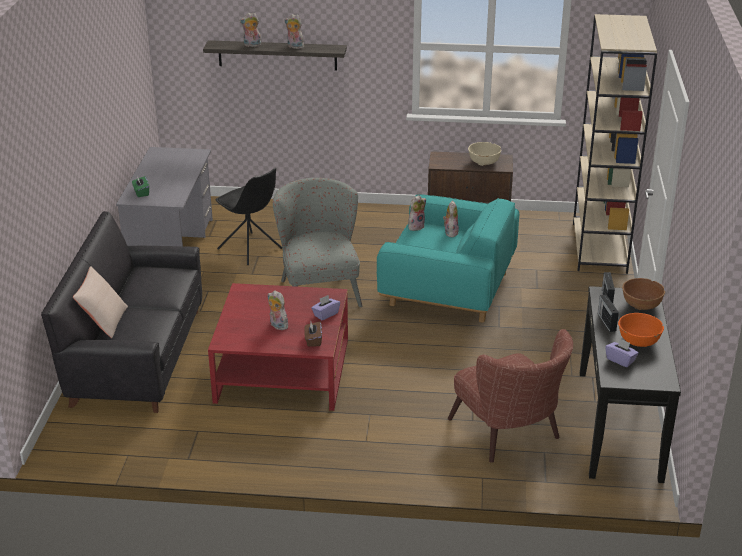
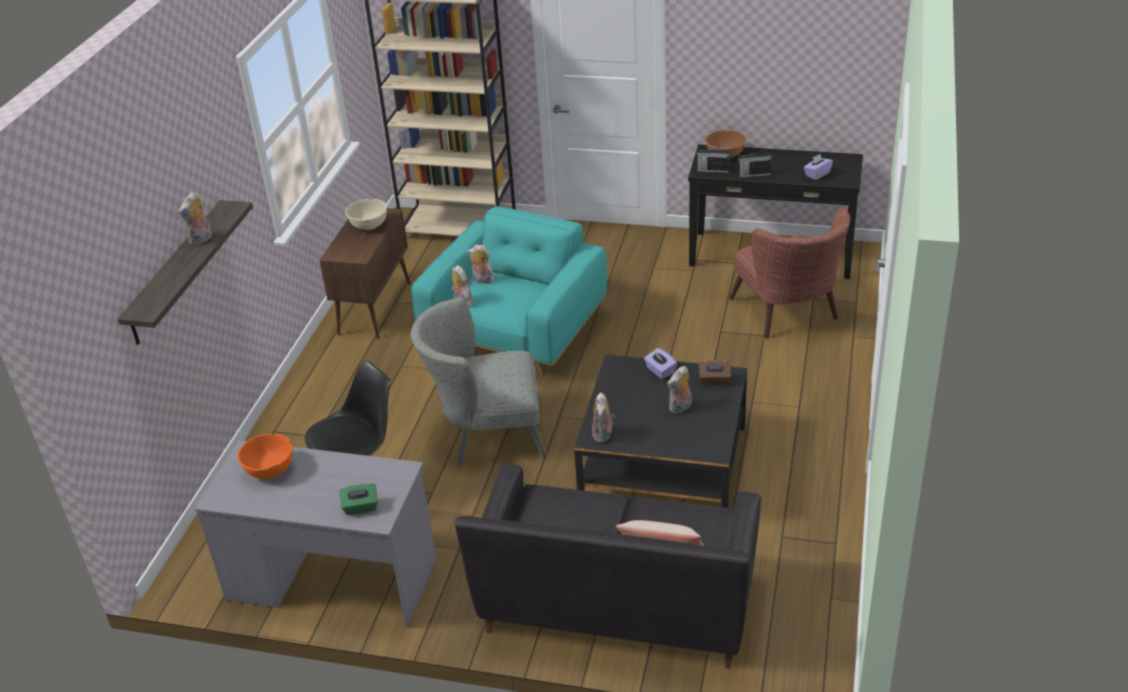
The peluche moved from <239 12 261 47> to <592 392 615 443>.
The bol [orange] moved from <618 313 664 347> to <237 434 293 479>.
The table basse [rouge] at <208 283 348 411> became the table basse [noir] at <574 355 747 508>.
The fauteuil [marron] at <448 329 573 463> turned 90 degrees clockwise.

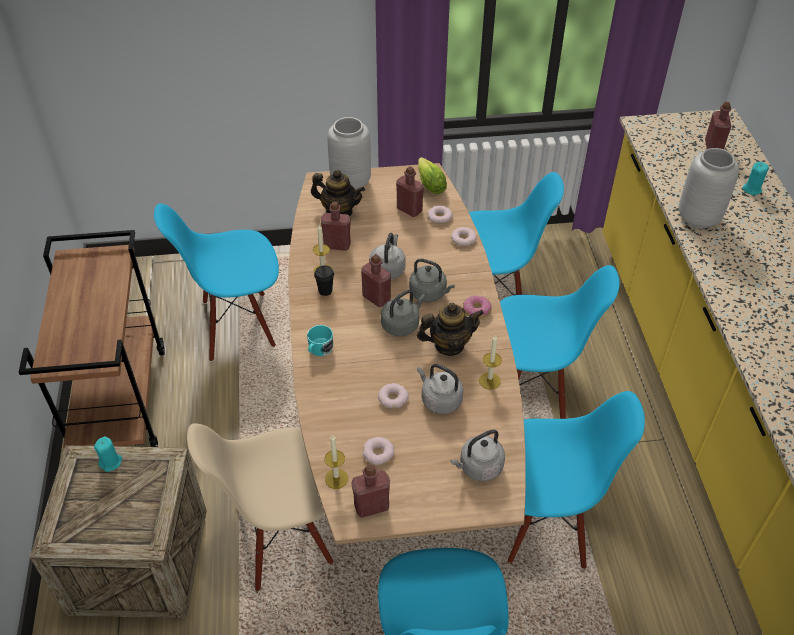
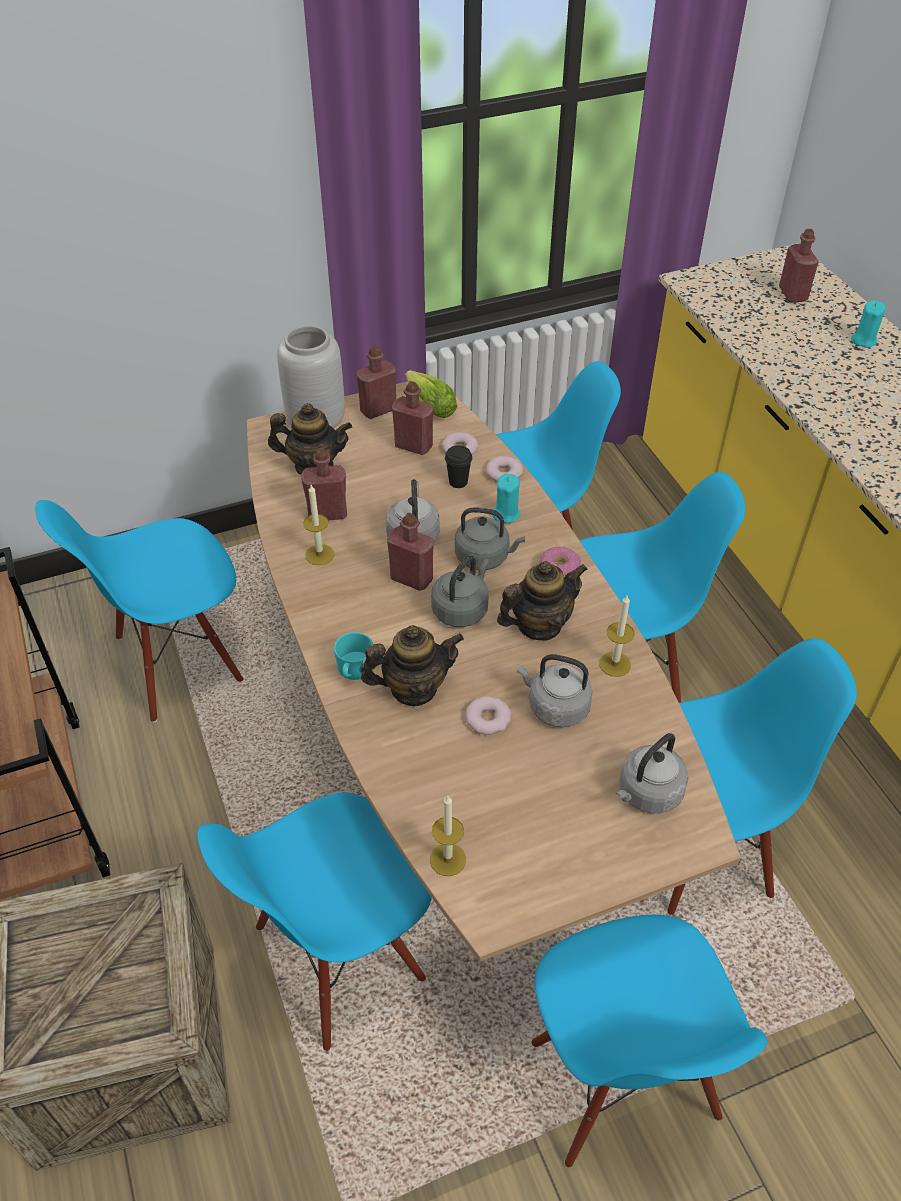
The beignet at <363 437 394 465> disappeared.
The vase [gris] at <679 148 739 228> disappeared.
The théière at <361 625 464 706> appeared.
The bougie [turquoise] moved from <94 437 122 472> to <492 474 521 524>.
The tasse [noir] moved from <314 266 334 296> to <445 445 472 488>.
The bouteille [rouge] moved from <351 465 390 518> to <356 346 396 419>.
The chaise [beige] at <187 423 333 591> became the chaise [bleu] at <197 793 432 1051>.

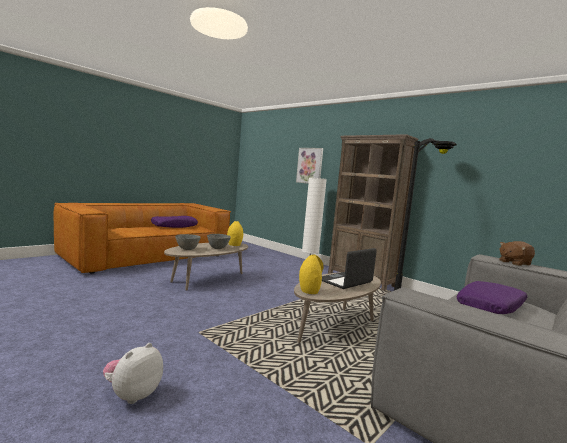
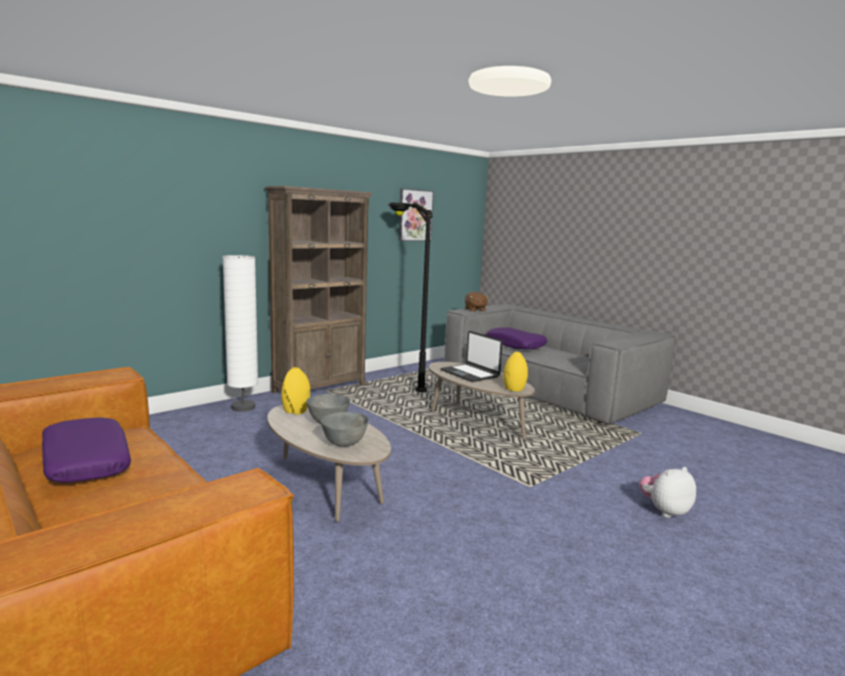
The tableau moved from <296 148 323 184> to <399 188 434 241>.
The peluche at <103 343 163 404> turned 120 degrees clockwise.

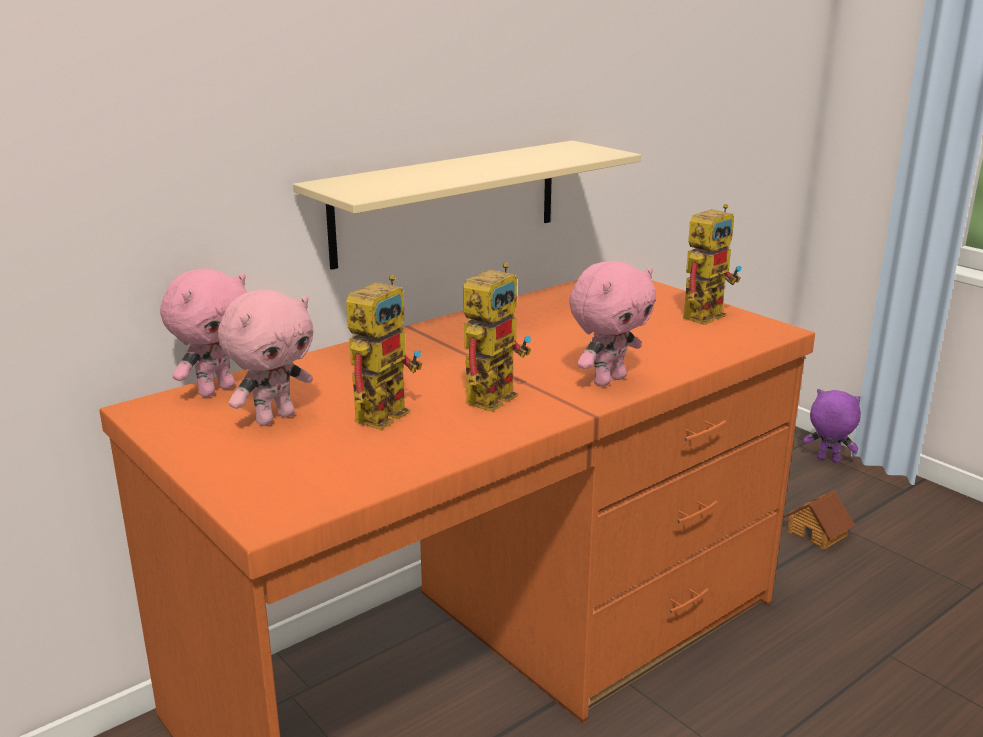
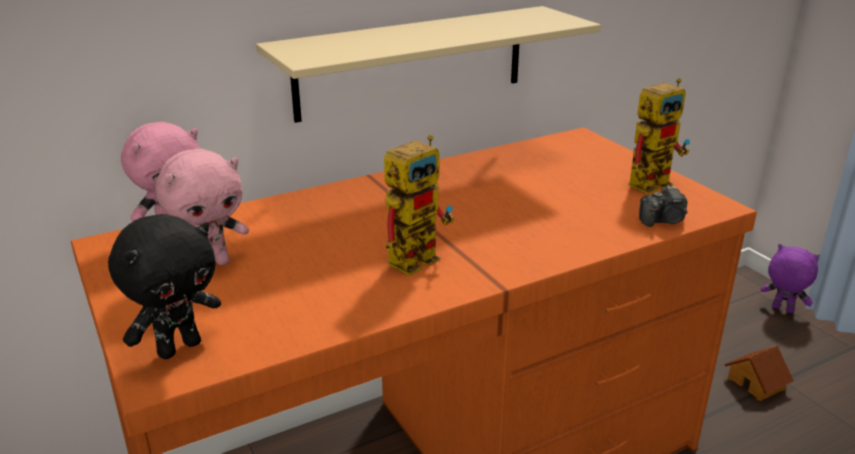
The robot jouet at <346 275 422 430> disappeared.
The peluche [rose] at <569 261 656 387> disappeared.
The peluche [noir] at <108 214 221 359> appeared.
The appareil photo at <639 186 688 227> appeared.

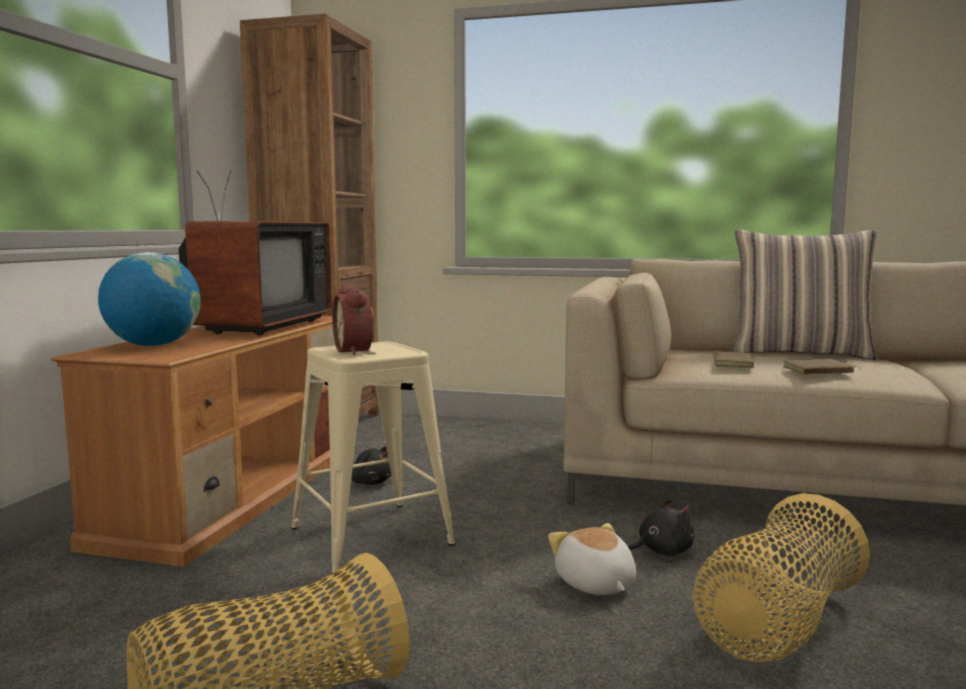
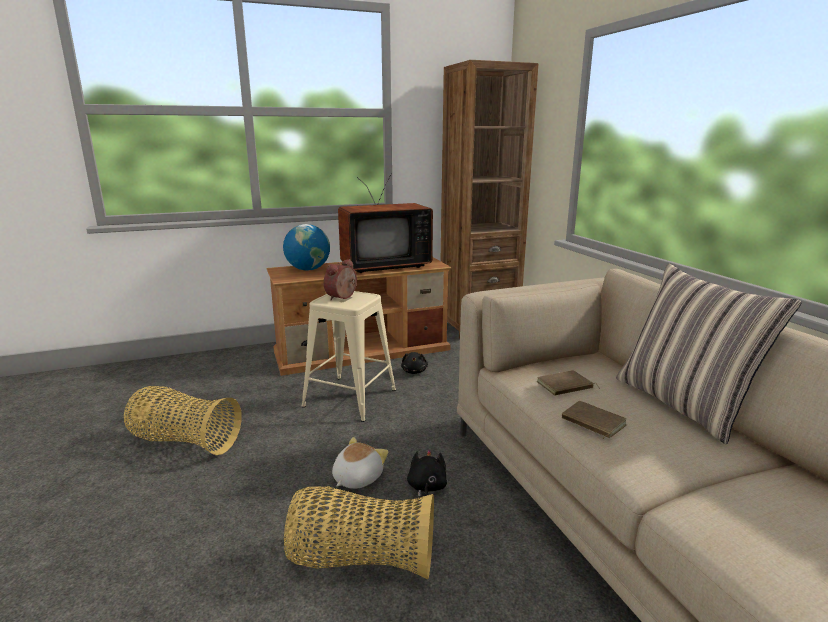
The peluche [noir] at <628 499 694 556> turned 120 degrees counterclockwise.

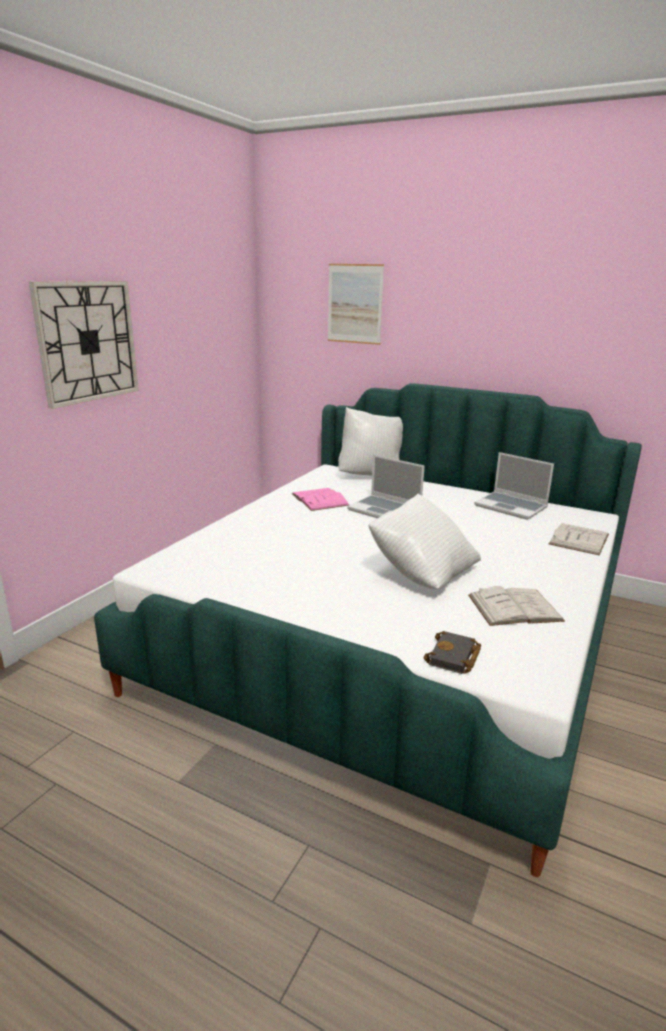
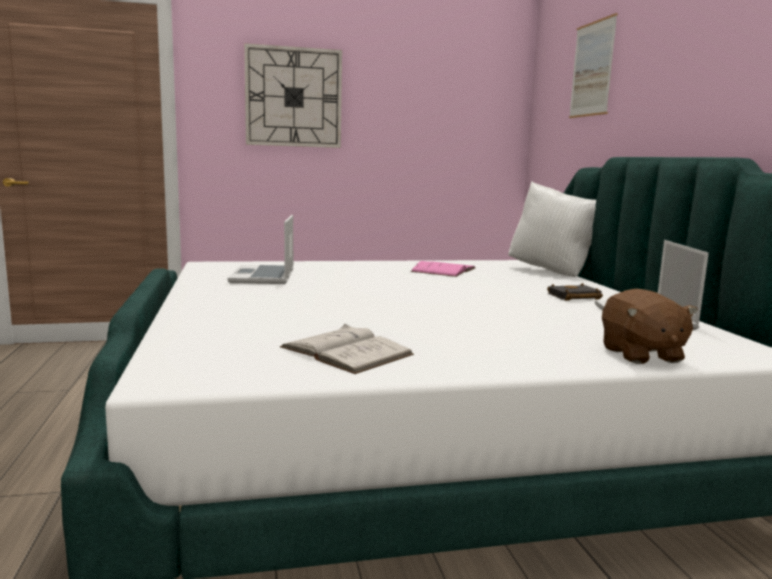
The coussin [blanc] at <368 494 481 589> disappeared.
The ordinateur portable moved from <347 454 425 518> to <227 215 294 284>.
The livre [noir] moved from <423 631 481 674> to <547 283 603 301>.
The livre [blanc] at <549 523 609 556> was replaced by the peluche [marron] at <602 288 698 364>.

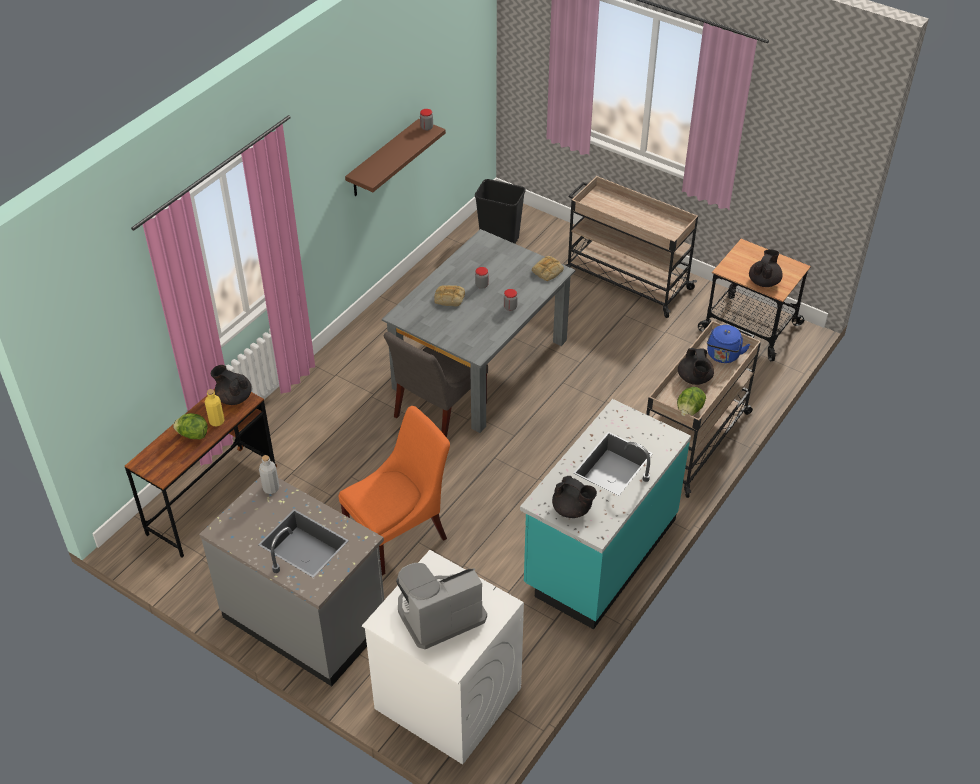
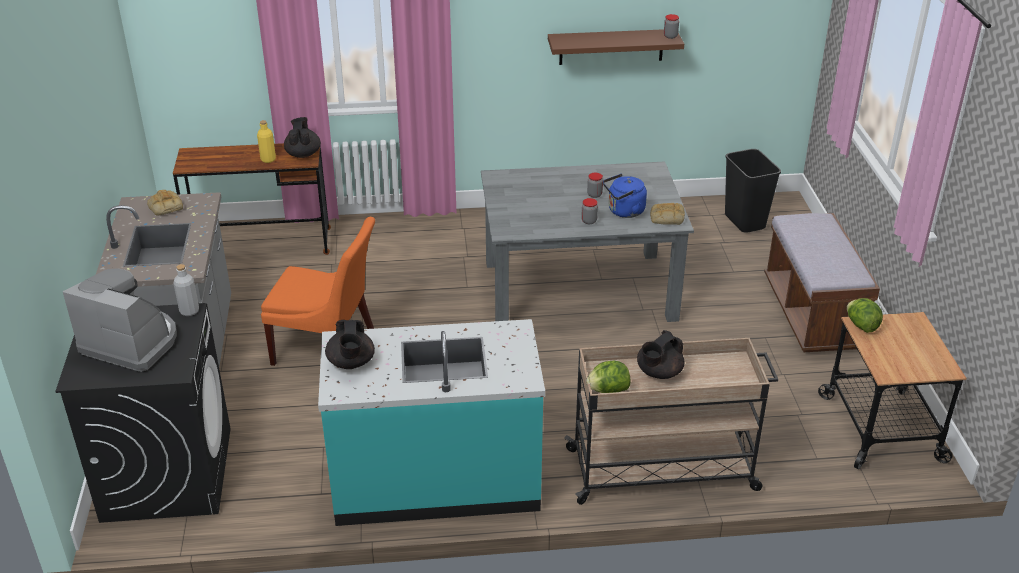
The chaise [gris] at <383 332 488 438> disappeared.
The théière [noir] at <749 249 783 287> disappeared.
The laitue moved from <173 413 208 439> to <847 298 883 333>.
The bouteille [gris] moved from <259 455 279 494> to <173 264 199 316>.
The pain moved from <434 285 465 307> to <147 190 183 216>.
The bouilloire [bleu] moved from <707 325 750 363> to <603 174 647 218>.
The chariot [beige] at <564 176 698 318> was replaced by the banc [marron] at <764 213 880 352>.
The lave-linge [blanc] at <362 550 524 764> became the lave-linge [noir] at <55 303 231 523>.

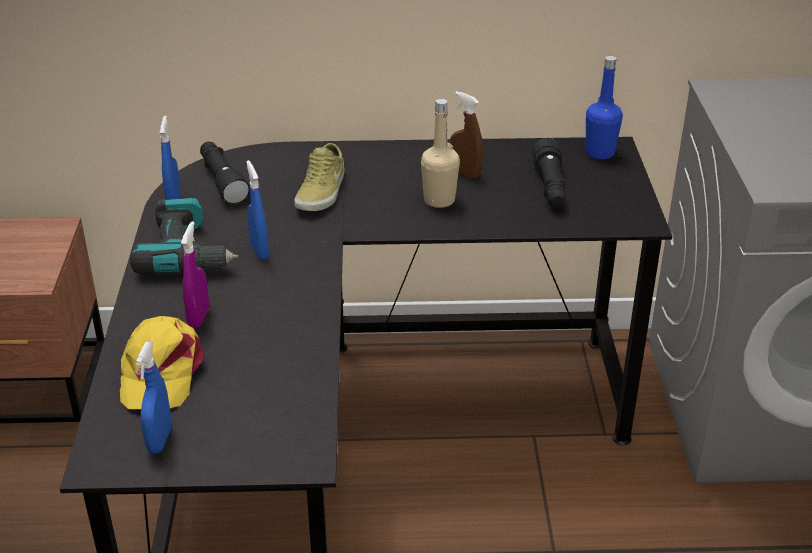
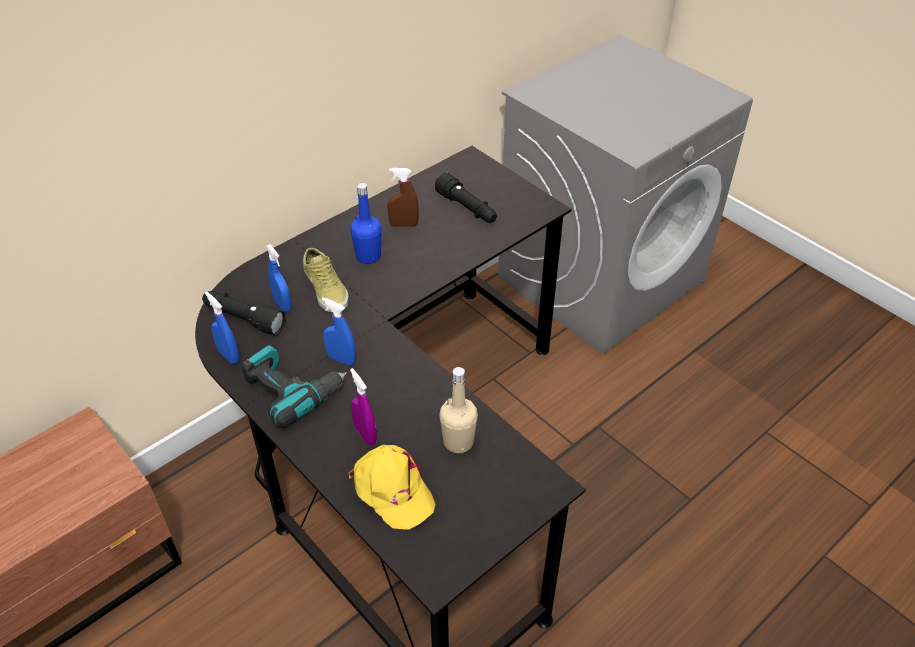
The vaporisateur [bleu] moved from <136 342 172 454> to <266 244 292 312>.
The bouteille [beige] moved from <421 99 460 208> to <439 367 478 453>.
The bouteille [bleu] moved from <586 56 623 160> to <350 183 382 264>.

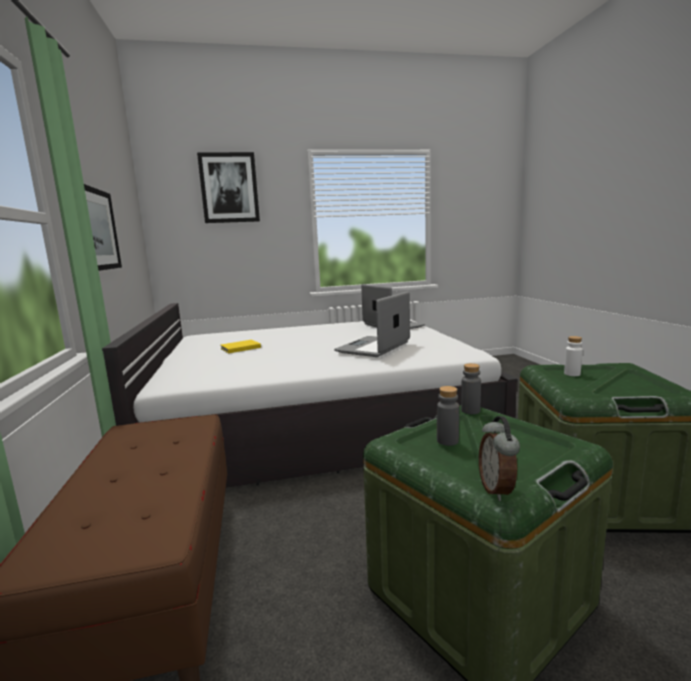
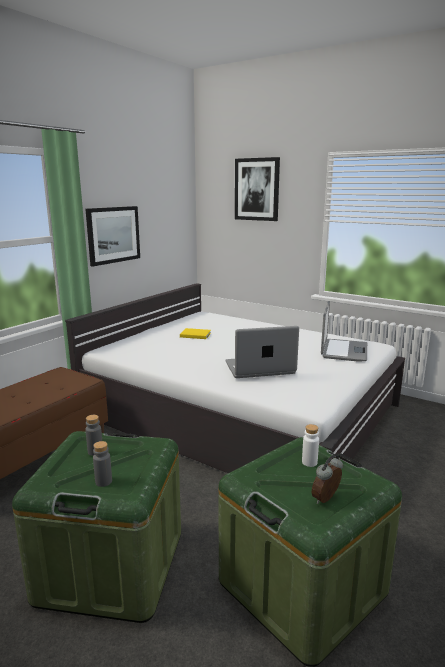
The bouteille [gris] moved from <461 363 481 414> to <93 441 112 487>.
The réveil moved from <479 416 520 501> to <312 455 343 504>.

